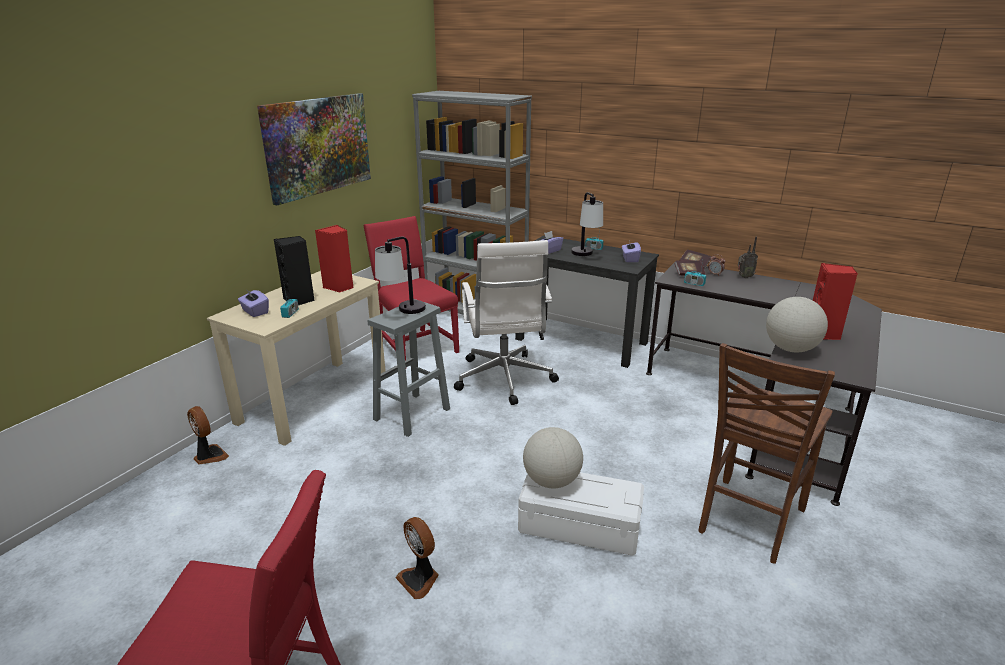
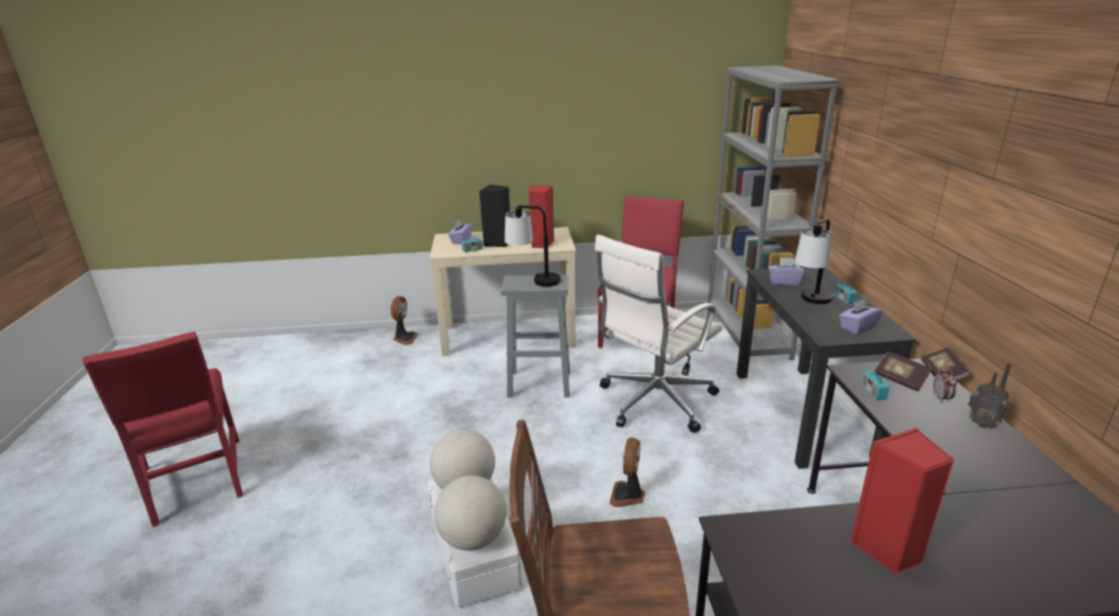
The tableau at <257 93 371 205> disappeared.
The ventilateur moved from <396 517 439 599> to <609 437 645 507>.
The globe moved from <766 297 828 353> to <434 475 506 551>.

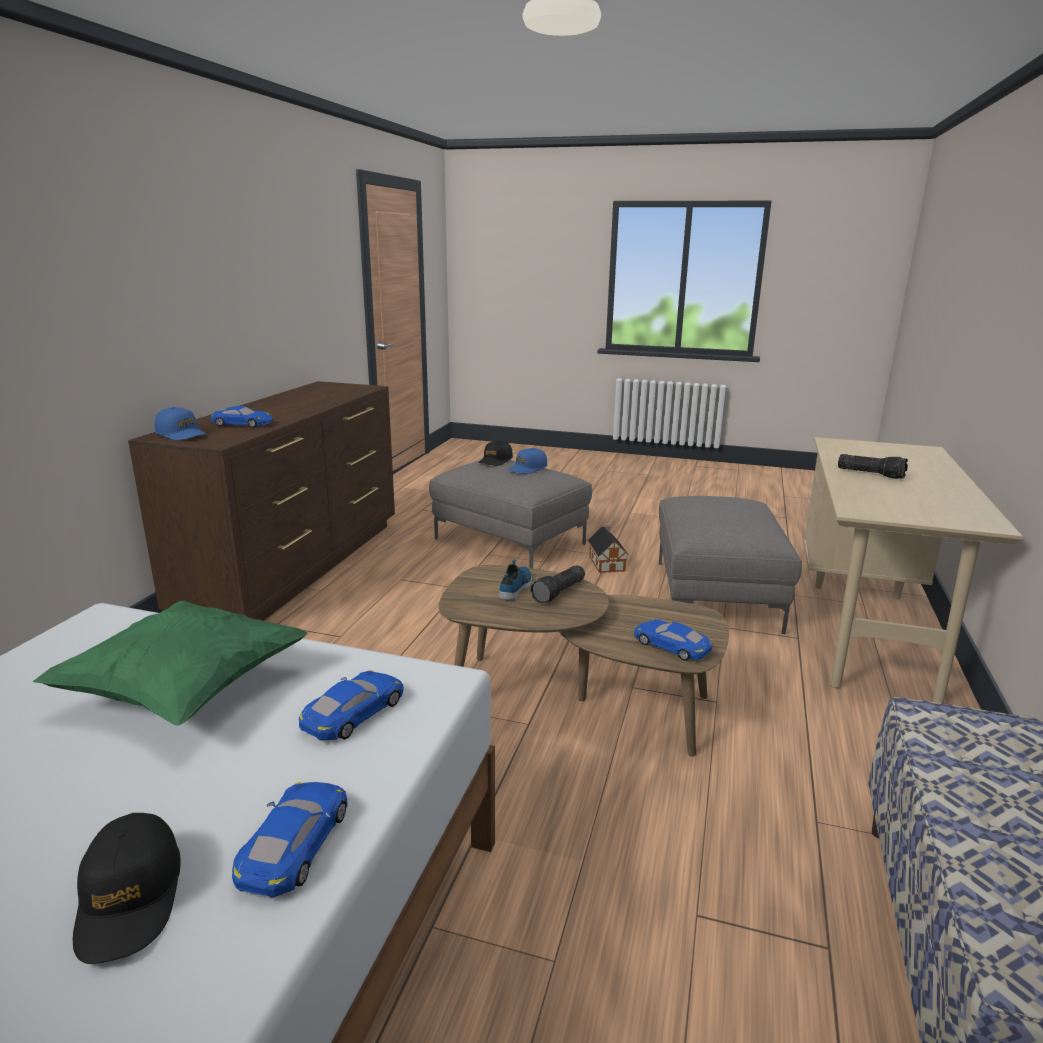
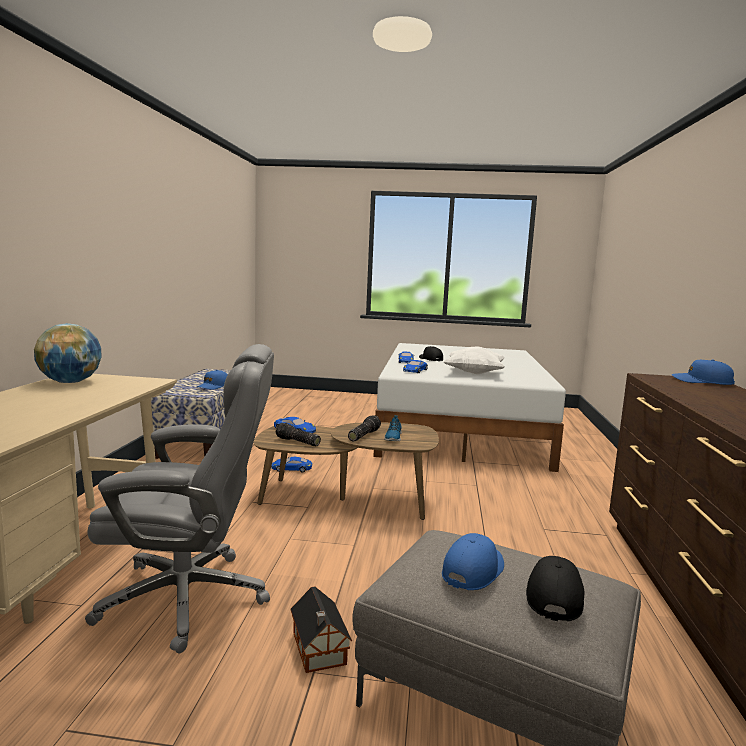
The globe at <34 323 102 383> appeared.
The casquette [bleu] at <197 370 228 390> appeared.
The petite voiture [bleu] moved from <210 406 273 428> to <271 457 312 473>.
The lampe de poche moved from <838 454 908 479> to <276 423 321 446>.
The pouf [gris] at <659 496 802 634> was replaced by the chaise de bureau [gris] at <85 344 274 654>.
The coussin [vert] at <33 601 308 726> became the coussin [blanc] at <444 347 505 374>.

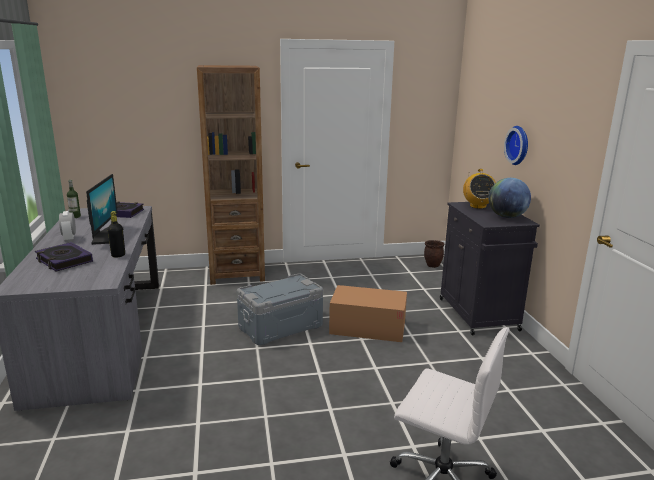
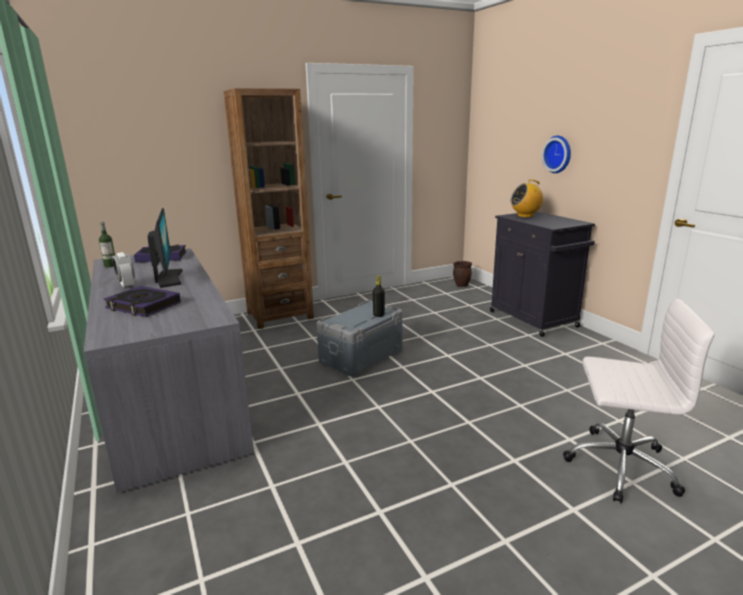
The carton at <329 285 407 342> disappeared.
The globe at <488 178 531 218> disappeared.
The bouteille [noir] moved from <108 211 125 258> to <373 276 385 317>.
The radio at <463 169 496 209> turned 90 degrees clockwise.

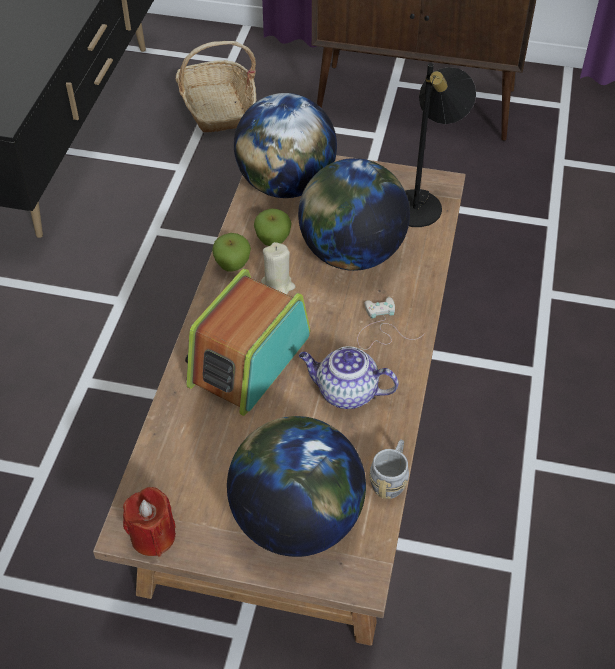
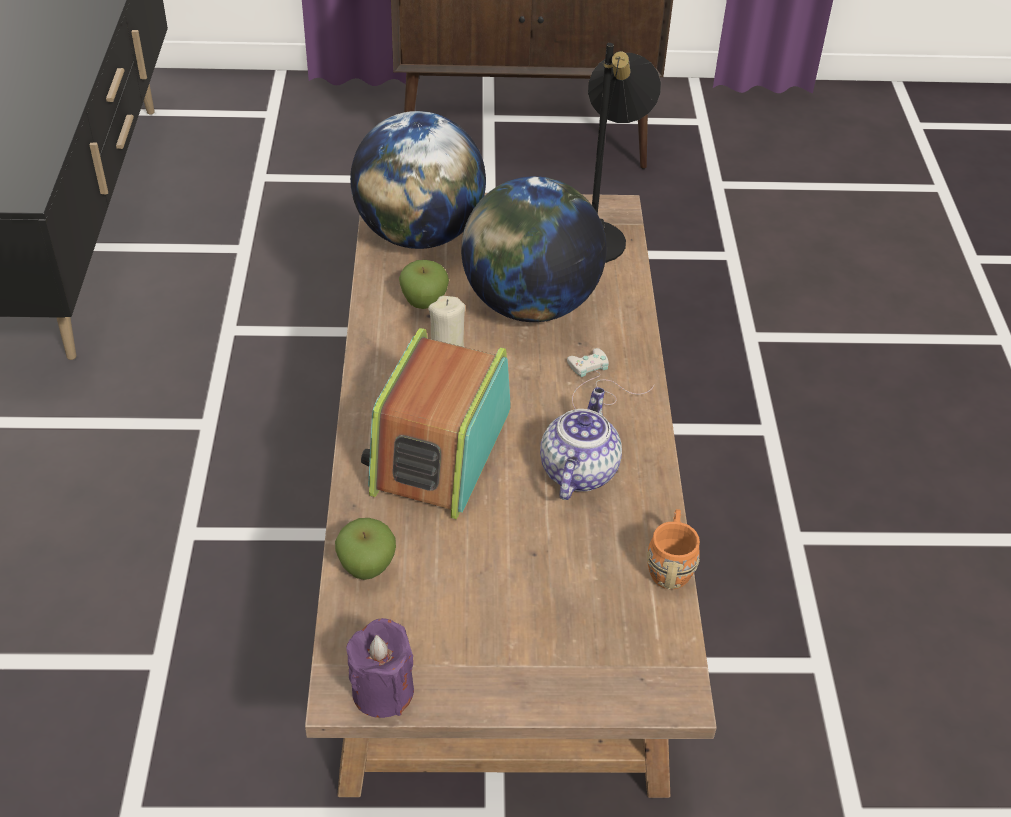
The panier at <176 41 256 132> disappeared.
The globe at <227 416 366 557> disappeared.
The pomme moved from <212 233 251 271> to <335 518 396 580>.
The bougie [rouge] at <123 487 176 557> became the bougie [violet] at <346 618 414 718>.
The mug [gris] at <369 439 409 499> became the mug [orange] at <647 509 700 589>.
The théière at <299 346 398 409> turned 105 degrees clockwise.

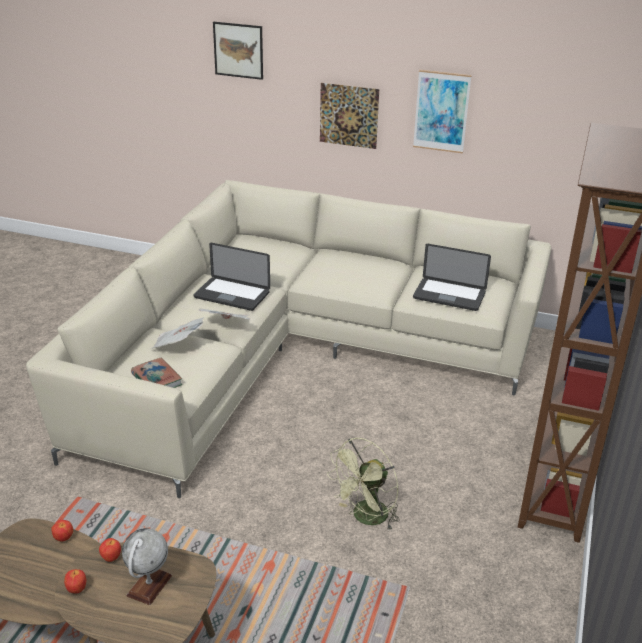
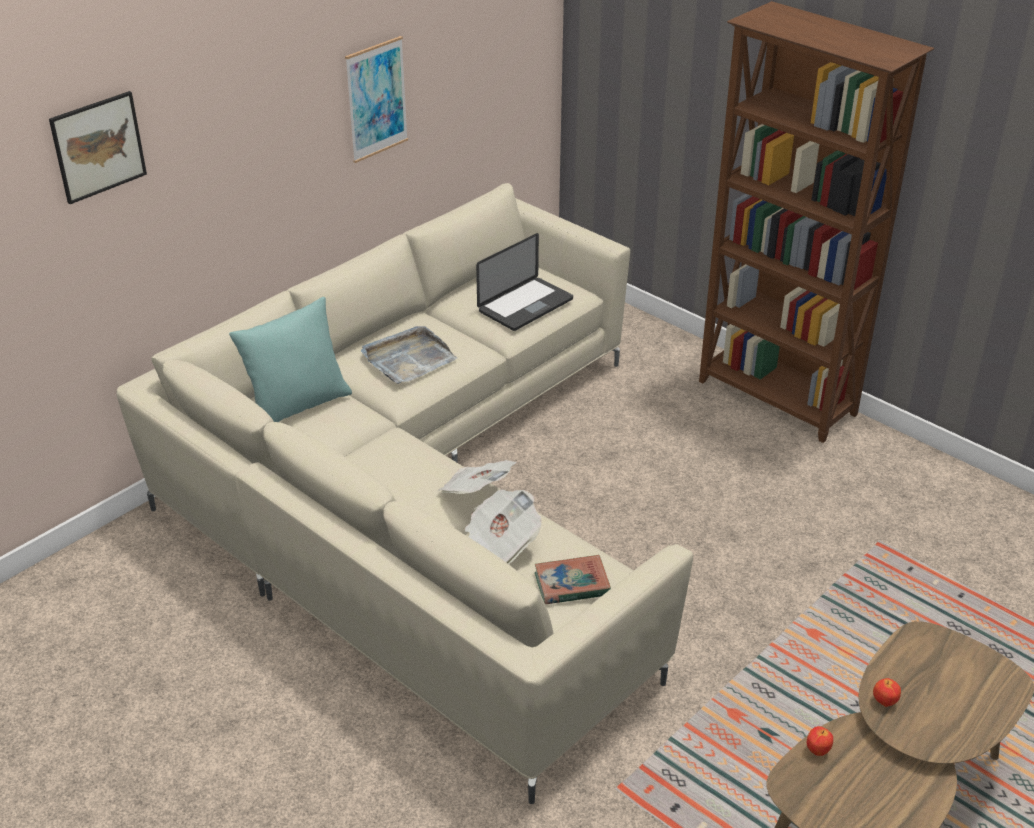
The pomme at <64 569 86 593> disappeared.
The globe at <122 528 172 605> disappeared.
The ordinateur portable at <193 243 270 311> disappeared.
The tableau at <320 83 379 149> disappeared.
The ventilateur [vert] at <327 438 400 531> disappeared.
The coussin [turquoise] at <229 297 352 422> appeared.
The plateau [gris] at <361 326 457 384> appeared.

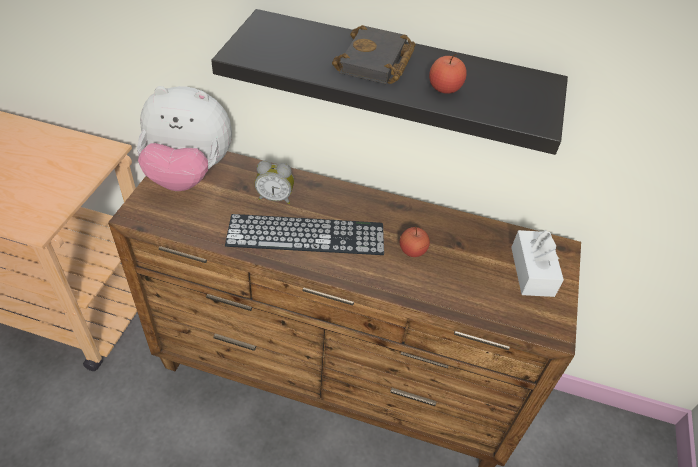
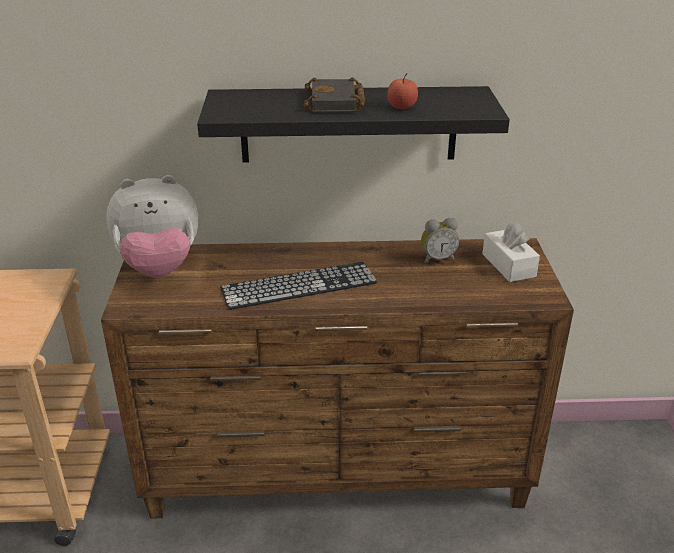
The pomme at <400 226 430 257> disappeared.
The réveil moved from <255 160 294 204> to <421 218 459 263>.

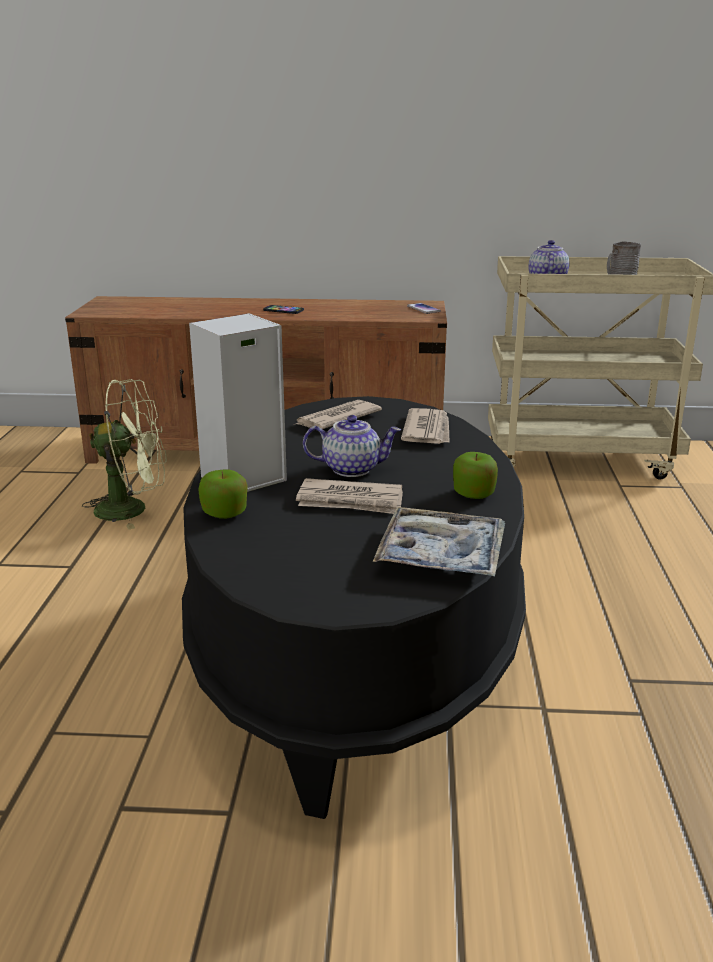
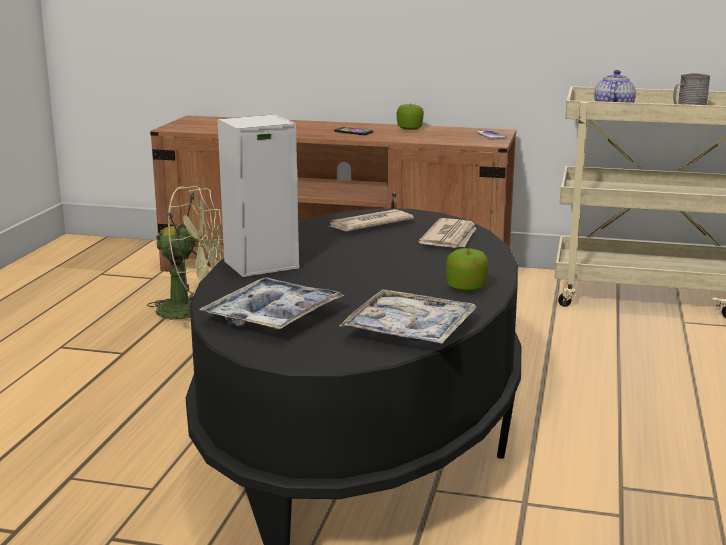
The journal at <296 478 403 514> disappeared.
The théière at <303 415 401 477> disappeared.
The plateau at <199 277 345 331> appeared.
The pomme moved from <198 469 248 519> to <397 103 424 130>.

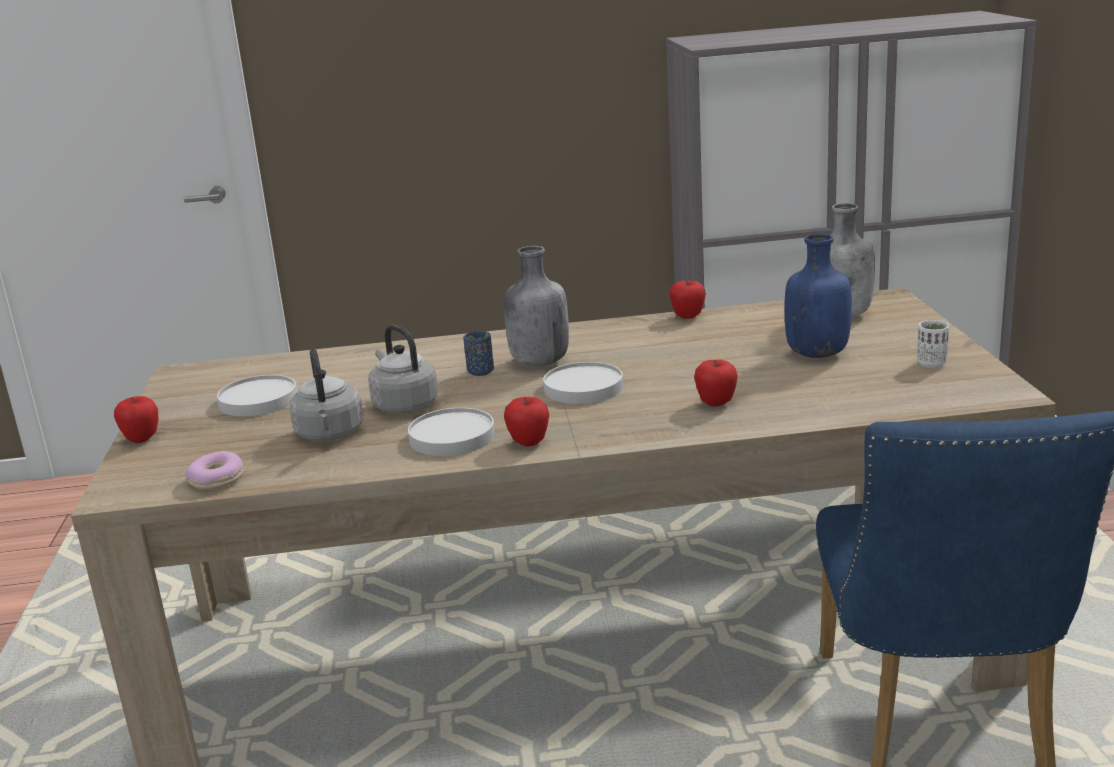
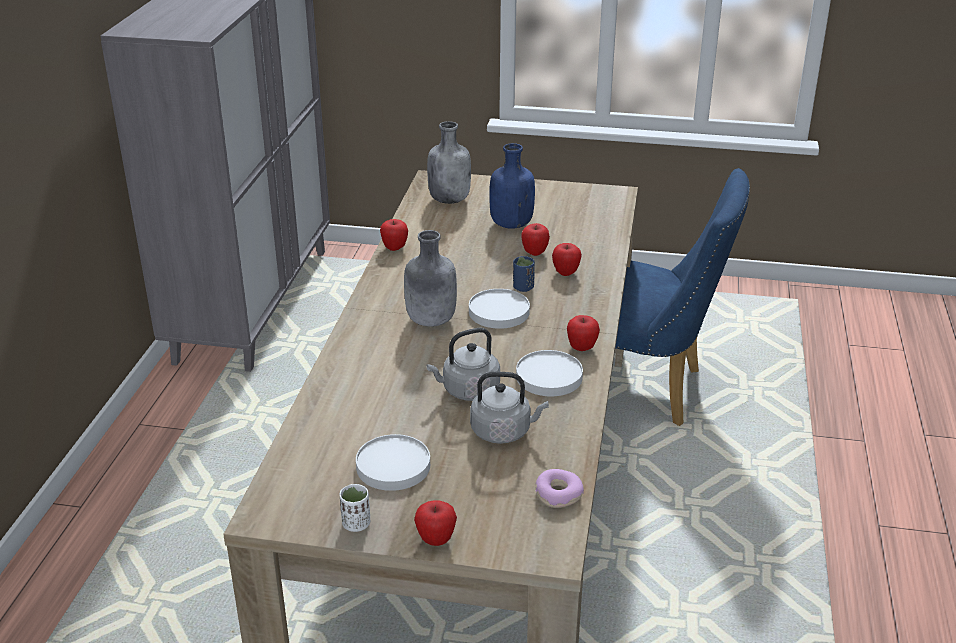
The pomme at <521 223 550 256> appeared.
The tasse [bleu] moved from <463 331 494 376> to <513 256 535 292>.
The tasse [blanc] moved from <917 320 949 368> to <340 484 370 532>.

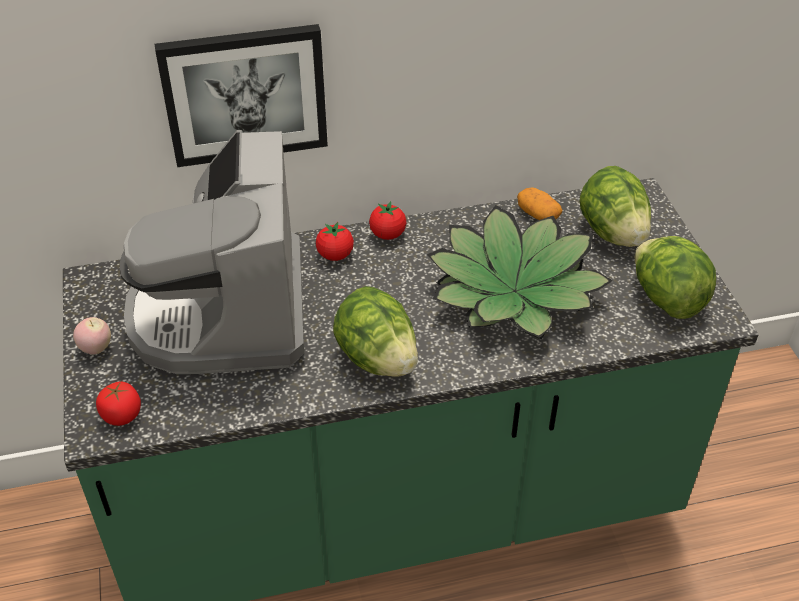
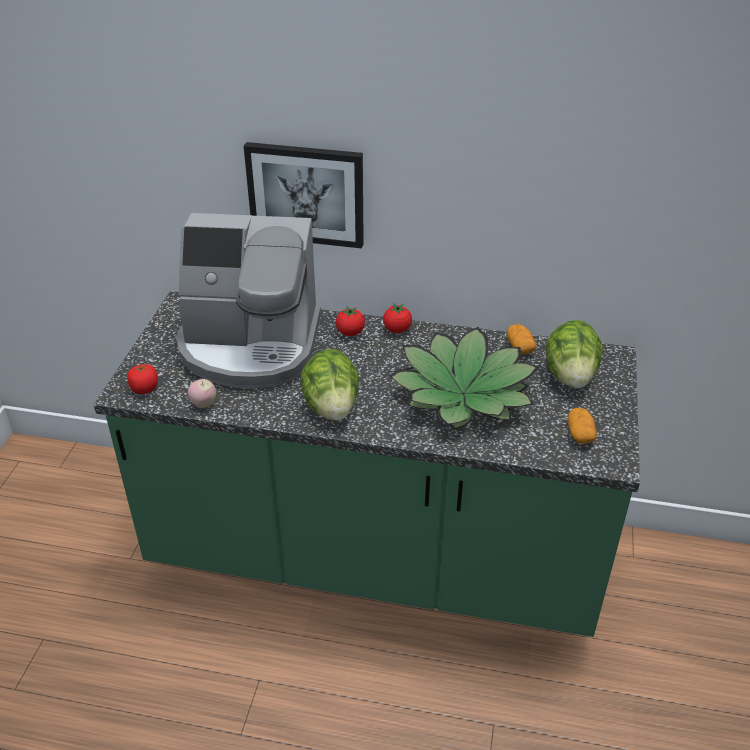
The pomme moved from <73 317 111 355> to <188 379 216 408>.
The laitue at <635 236 716 319> was replaced by the pomme de terre at <568 408 597 444>.
The machine à café at <120 130 304 374> turned 105 degrees counterclockwise.

